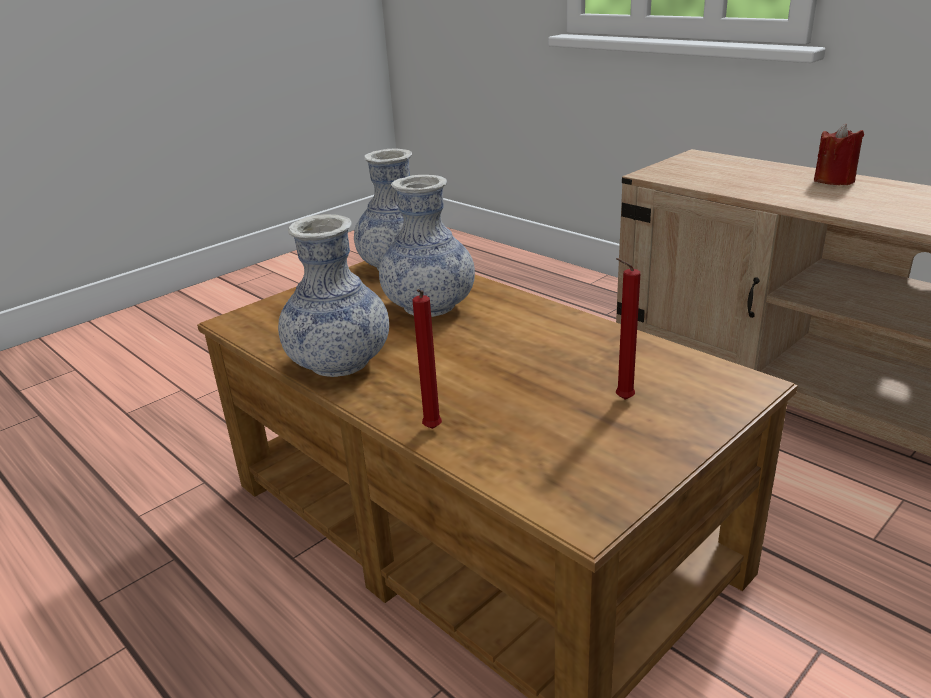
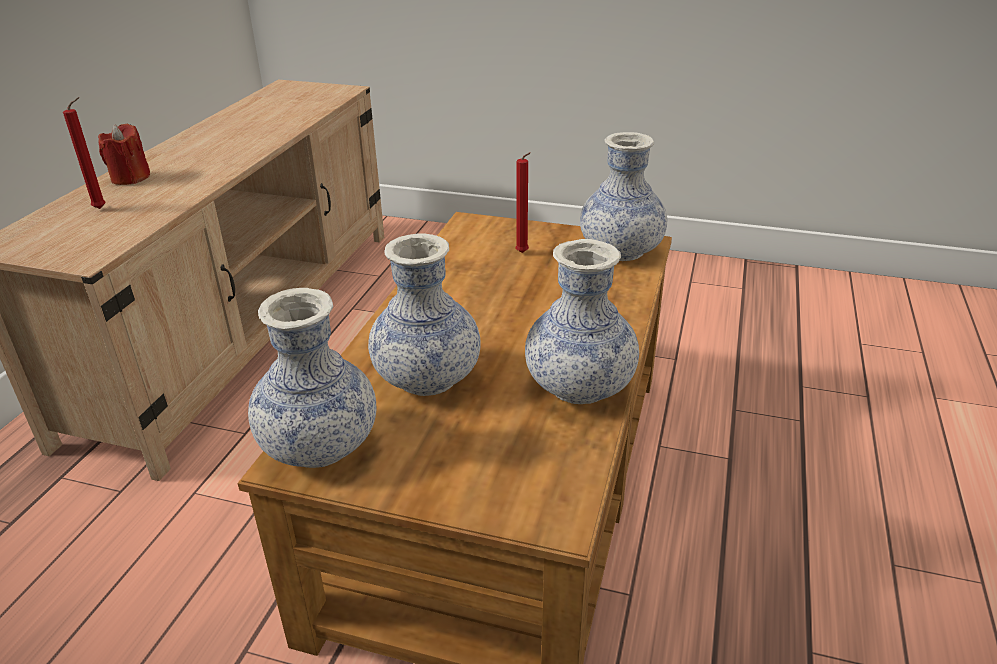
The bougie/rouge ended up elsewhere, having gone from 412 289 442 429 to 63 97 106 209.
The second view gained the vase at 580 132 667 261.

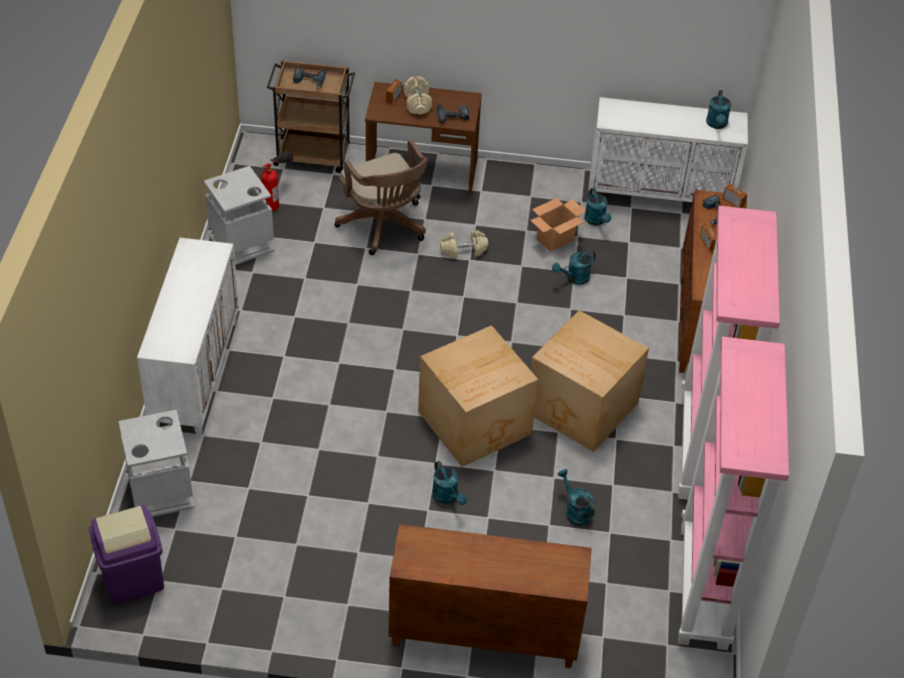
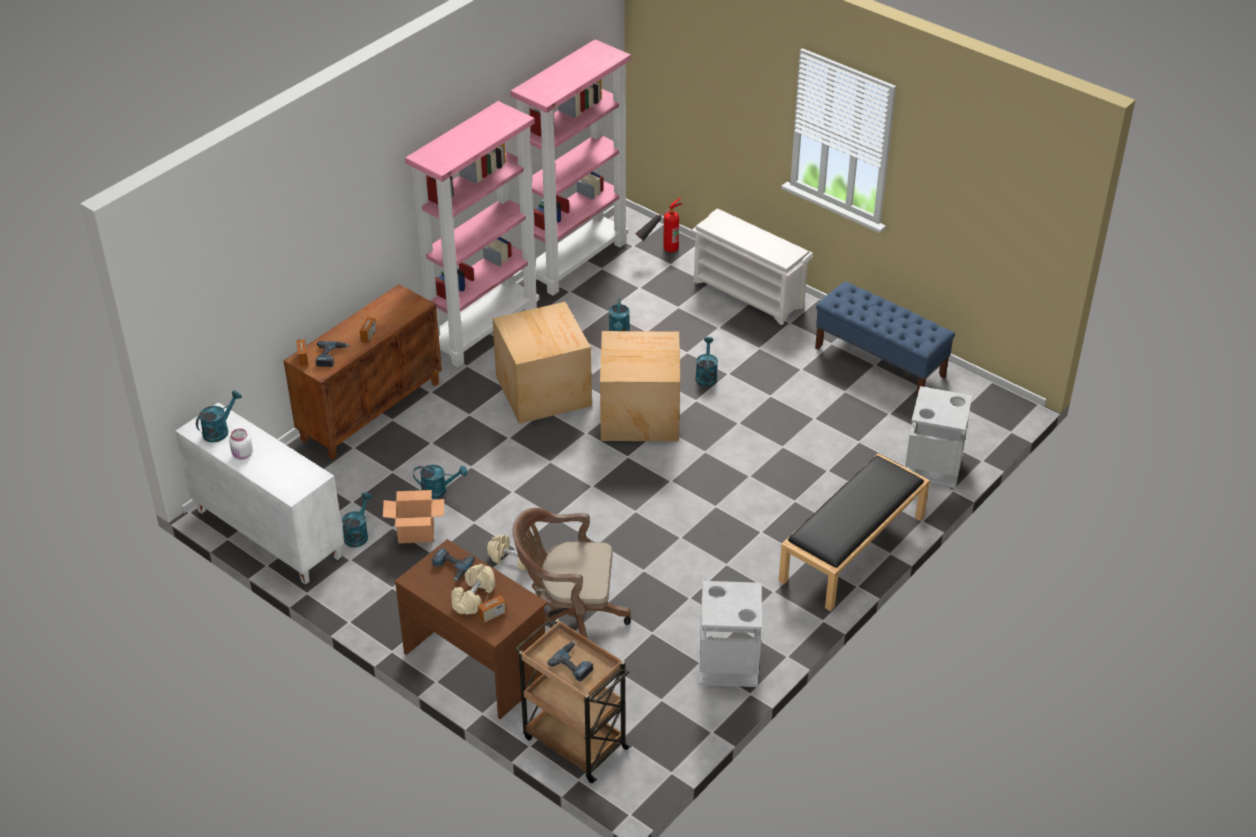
The second view gained the bocal/blanc at 229 428 253 459.
The chaise de bureau/marron at 334 140 428 255 ended up facing another way, 90 degrees counterclockwise from before.
The extincteur ended up elsewhere, having gone from 261 150 293 211 to 636 197 682 253.
Where the meuble de rangement/marron stood at 389 524 592 668, the étagère à chaussures/blanc came to stand at 692 208 813 325.
Where the meuble de rangement/blanc stood at 137 238 239 437, the banc/noir came to stand at 778 453 930 611.
The second view gained the banc/bleu at 815 281 955 396.
The second view lost the poubelle/violet at 89 505 164 604.

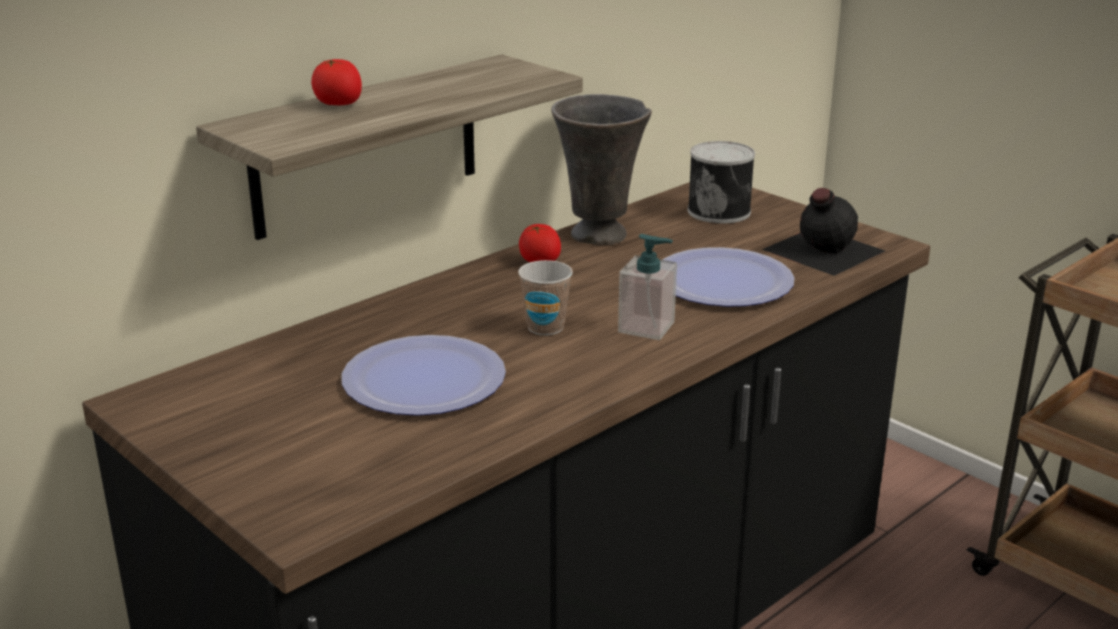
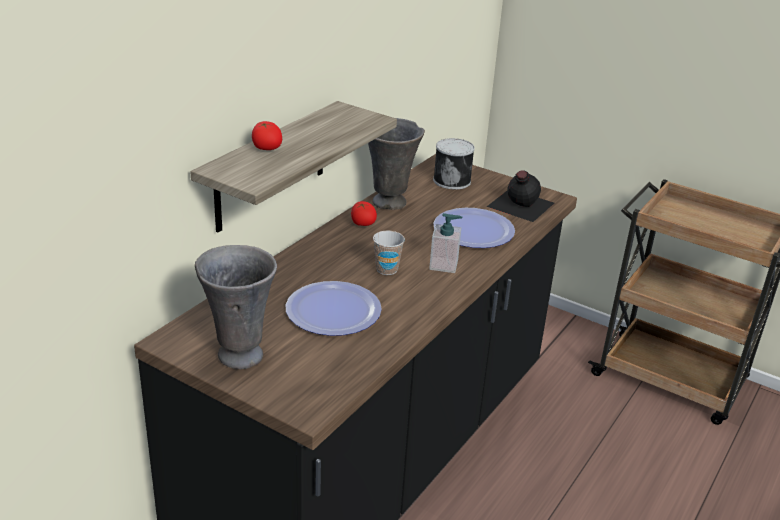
The second view gained the vase/gris at 195 245 277 369.

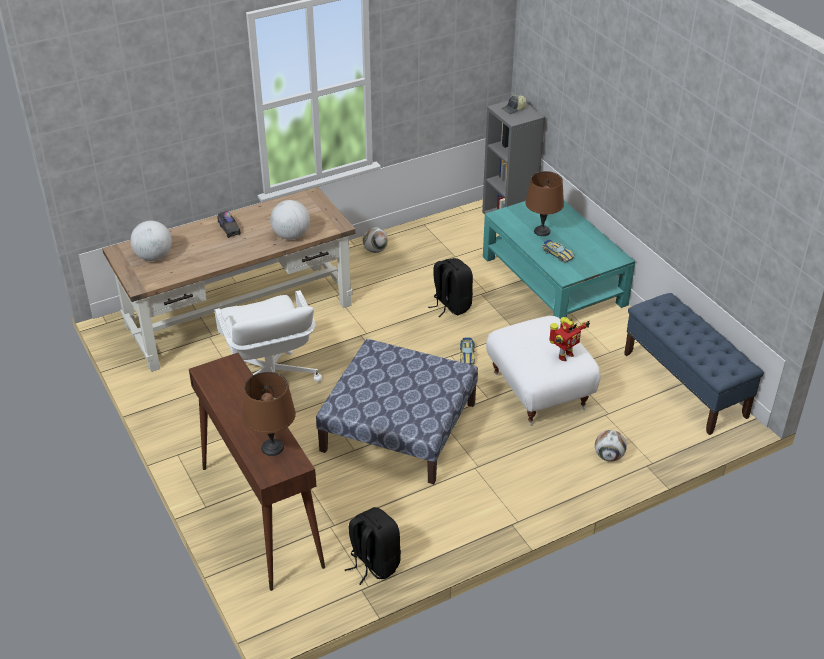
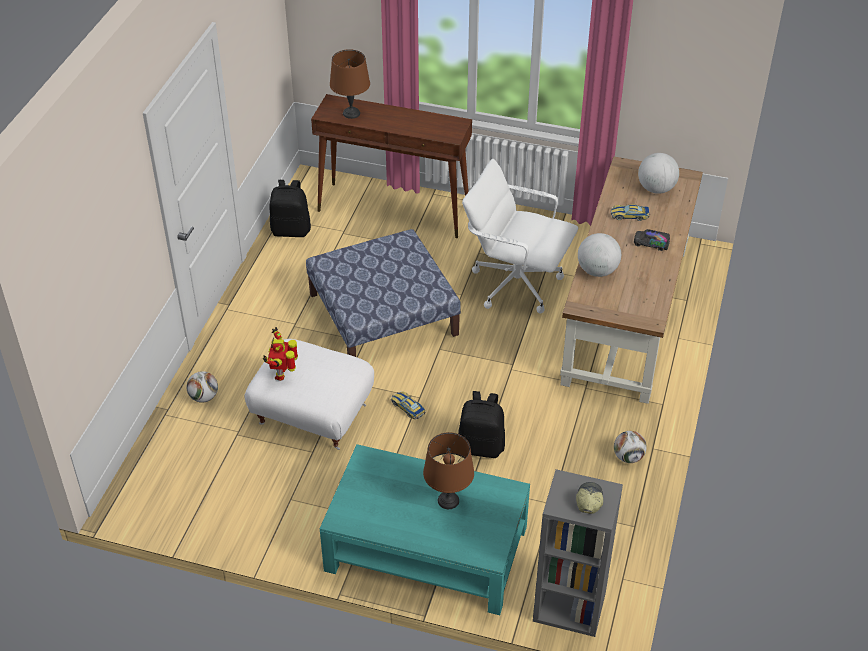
The petite voiture ended up elsewhere, having gone from 542 239 574 263 to 611 204 649 221.
The second view lost the banc/bleu at 624 293 764 435.

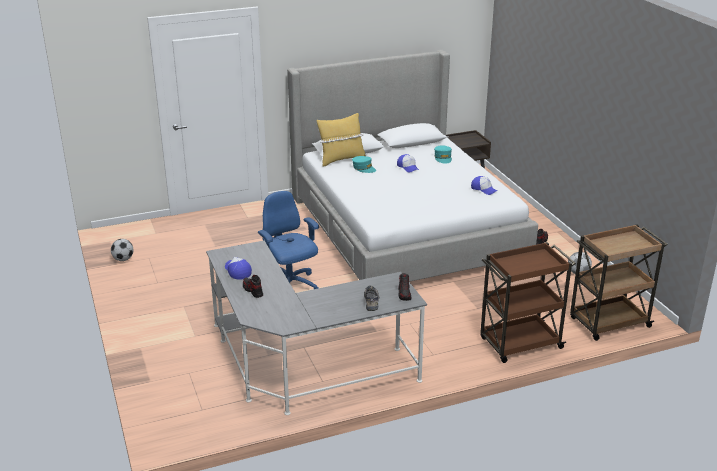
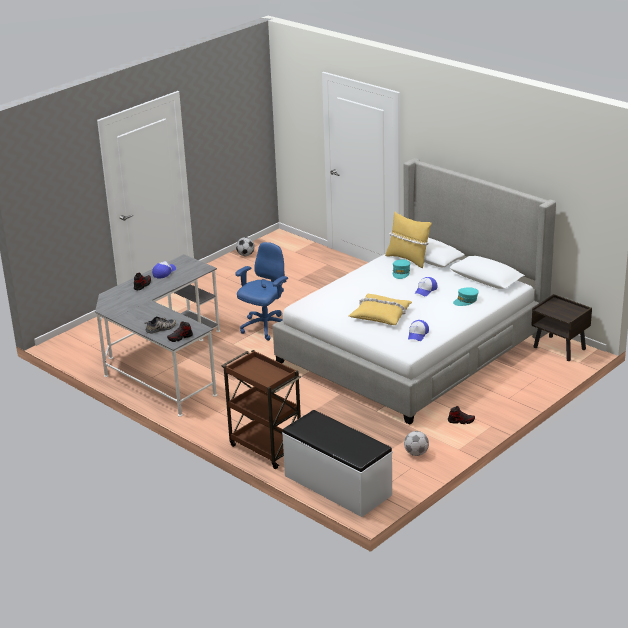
Where the chariot/marron stood at 570 224 668 341, the banc/blanc came to stand at 282 410 393 517.
The second view gained the coussin/jaune at 349 294 412 325.

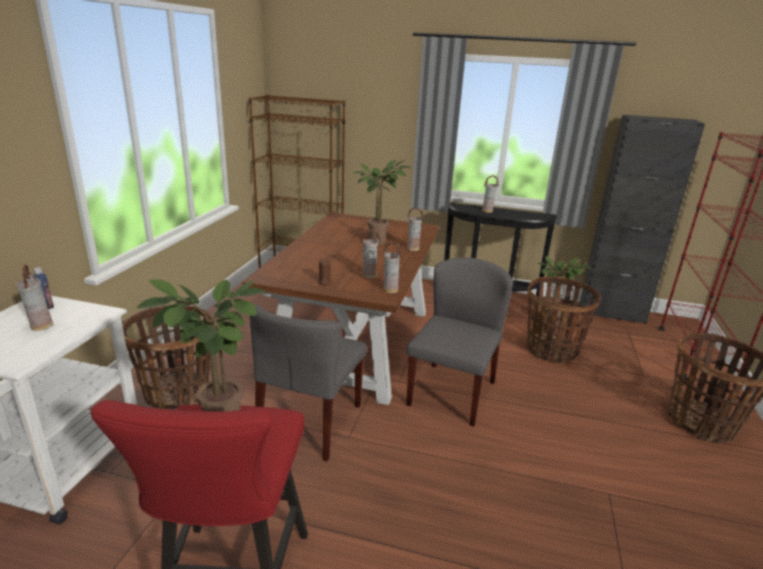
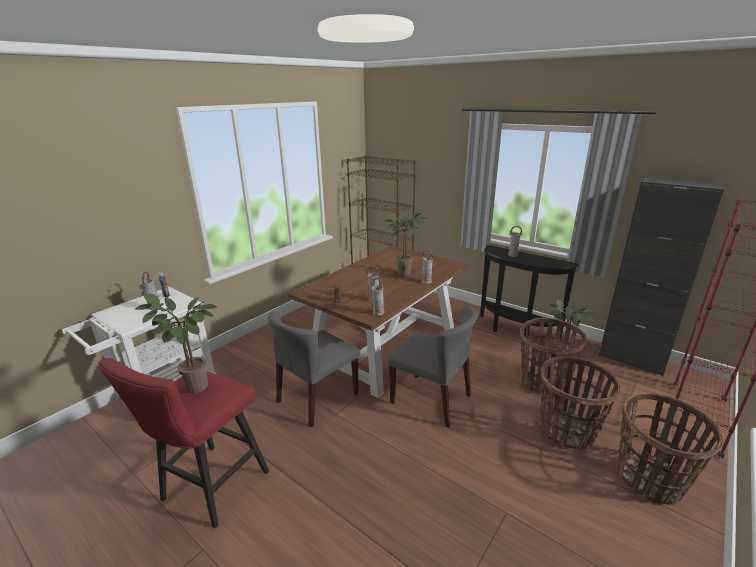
The chaise/gris at 406 257 513 427 ended up facing another way, 75 degrees clockwise from before.
The panier ended up elsewhere, having gone from 123 306 212 409 to 540 357 621 450.

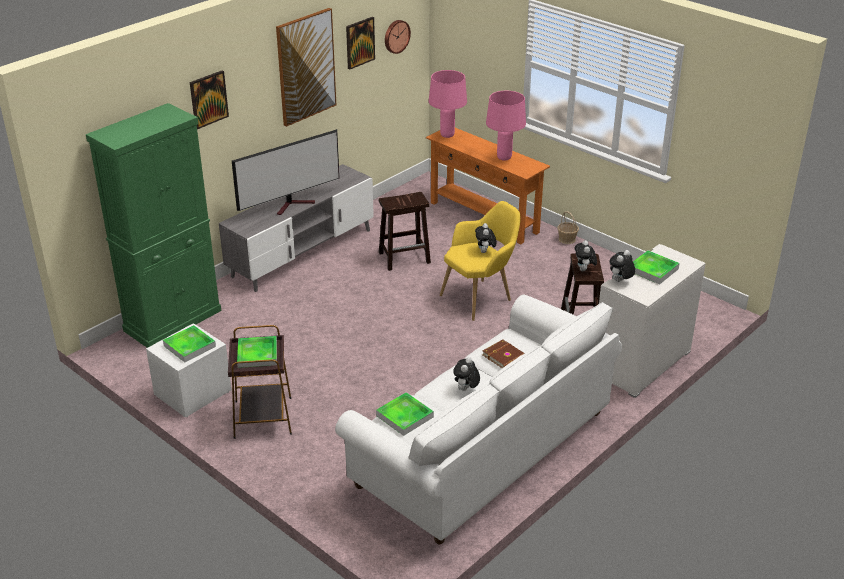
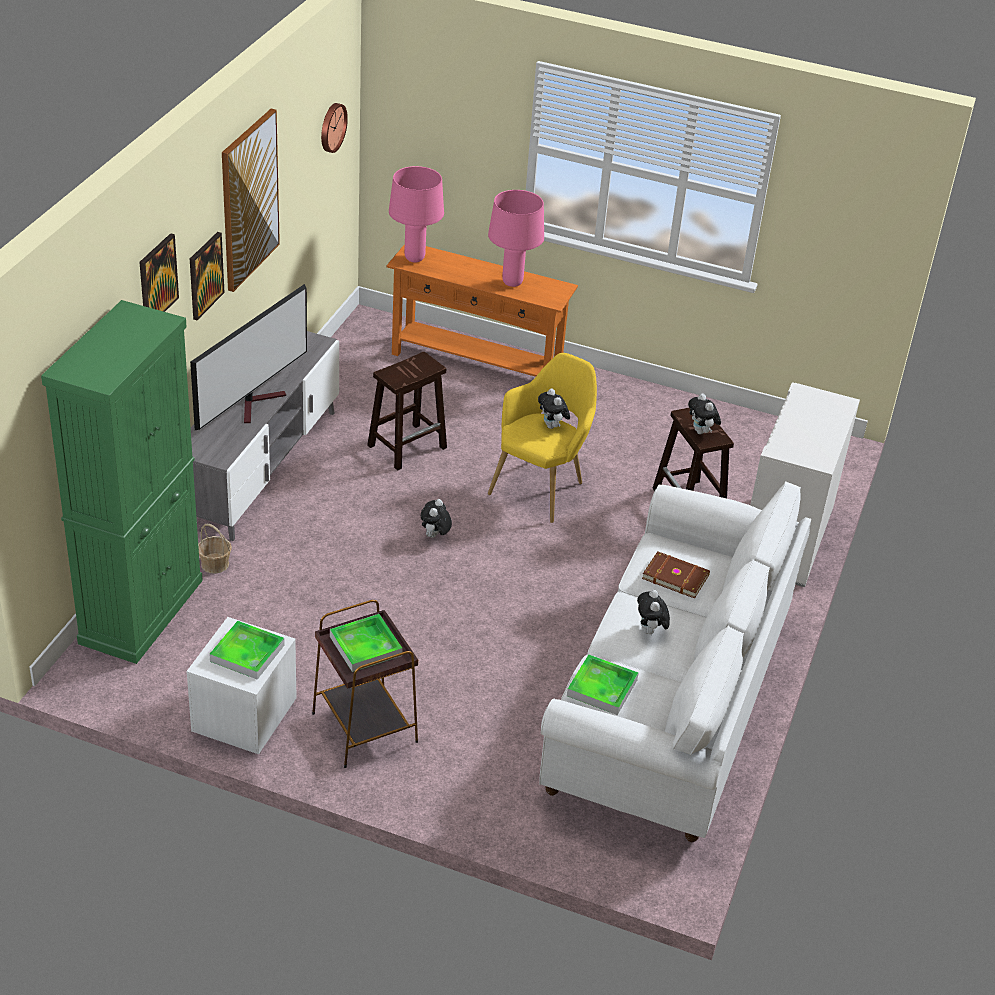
The tableau ended up elsewhere, having gone from 346 17 375 70 to 190 232 225 320.
The panier ended up elsewhere, having gone from 557 211 579 244 to 198 524 232 574.
The peluche ended up elsewhere, having gone from 609 250 635 282 to 421 499 452 538.
The second view lost the plateau at 633 250 680 284.

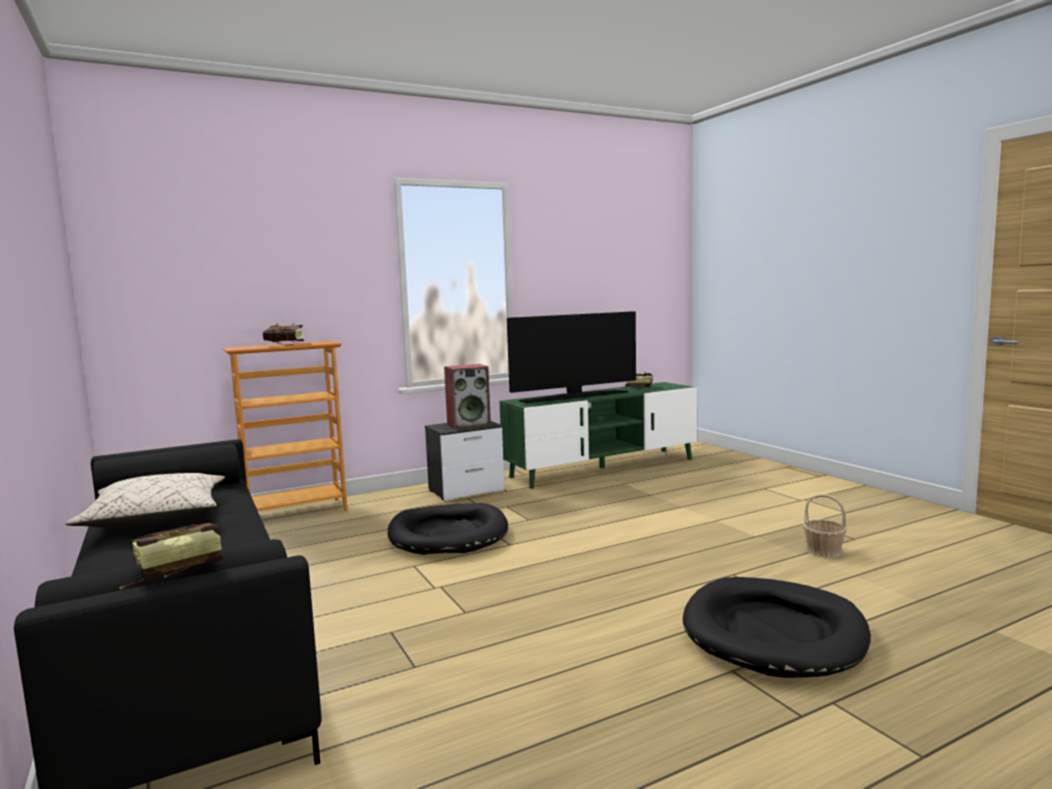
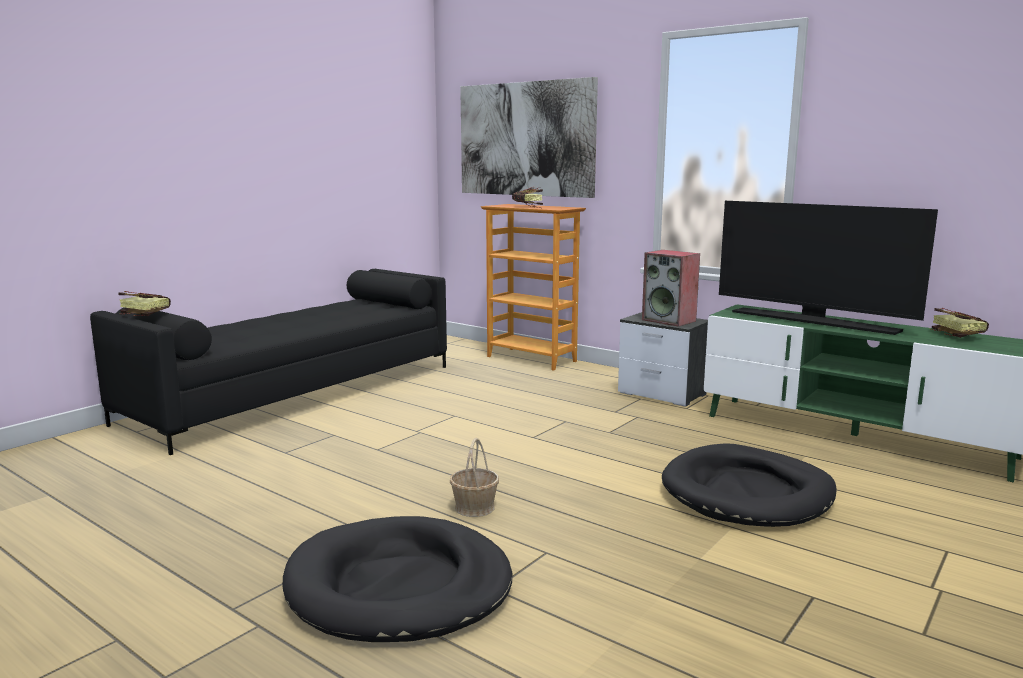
The panier ended up elsewhere, having gone from 803 494 847 558 to 450 438 499 517.
The second view gained the tableau at 460 77 598 198.
The panier pour chien/noir ended up elsewhere, having gone from 388 503 508 555 to 662 443 837 527.
The second view lost the coussin/beige at 65 473 225 528.

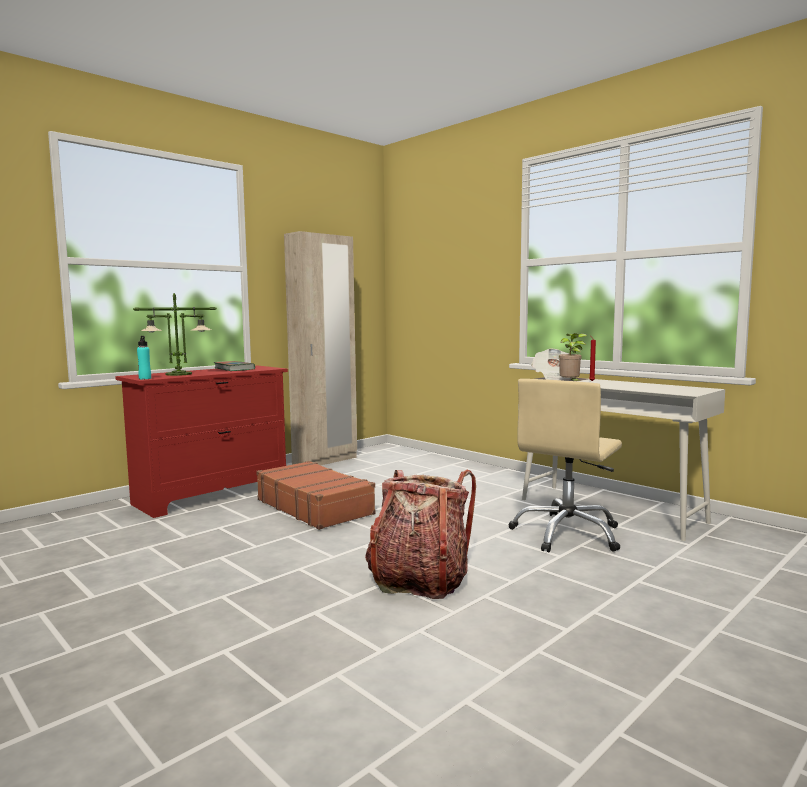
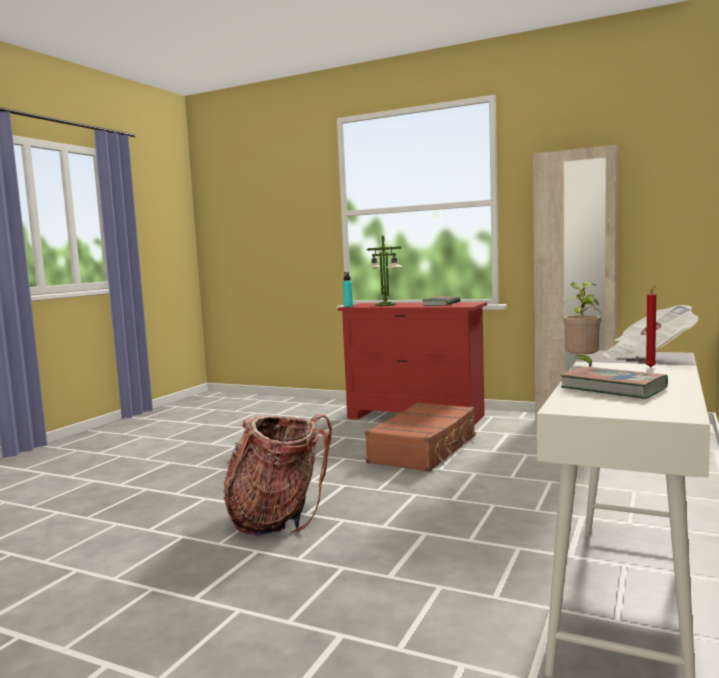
The second view gained the livre at 560 367 668 399.
The second view lost the chaise de bureau/beige at 508 379 622 552.

